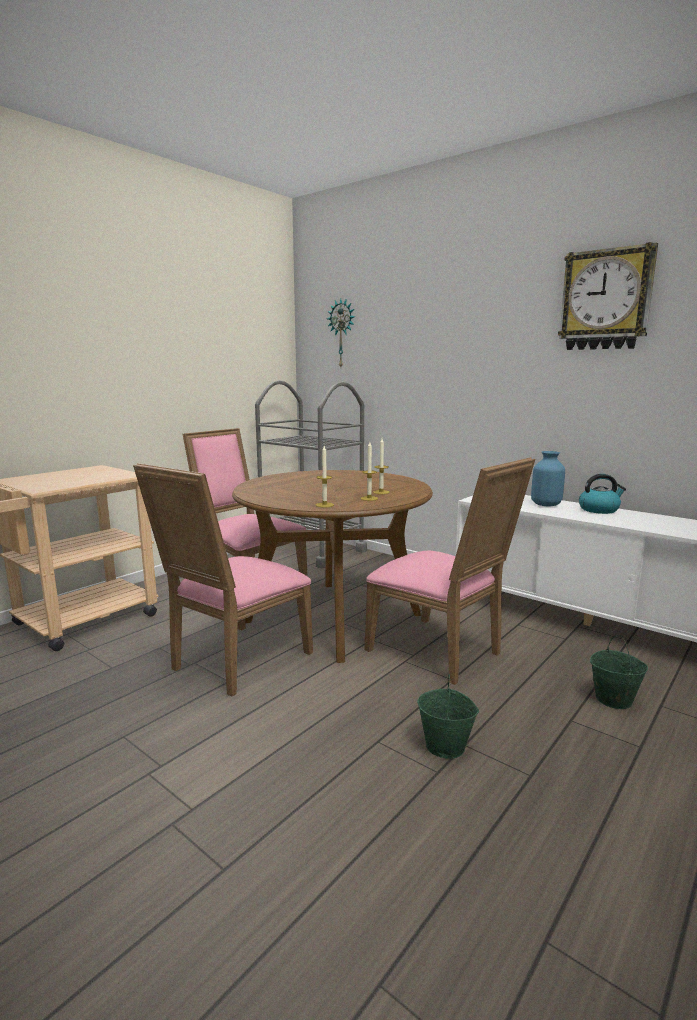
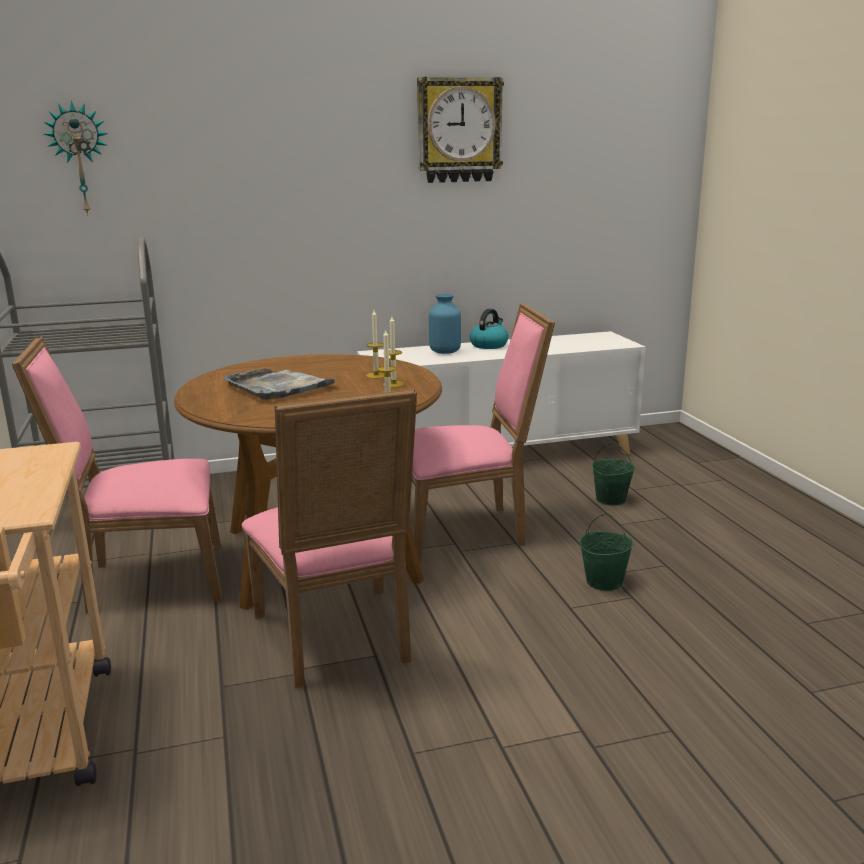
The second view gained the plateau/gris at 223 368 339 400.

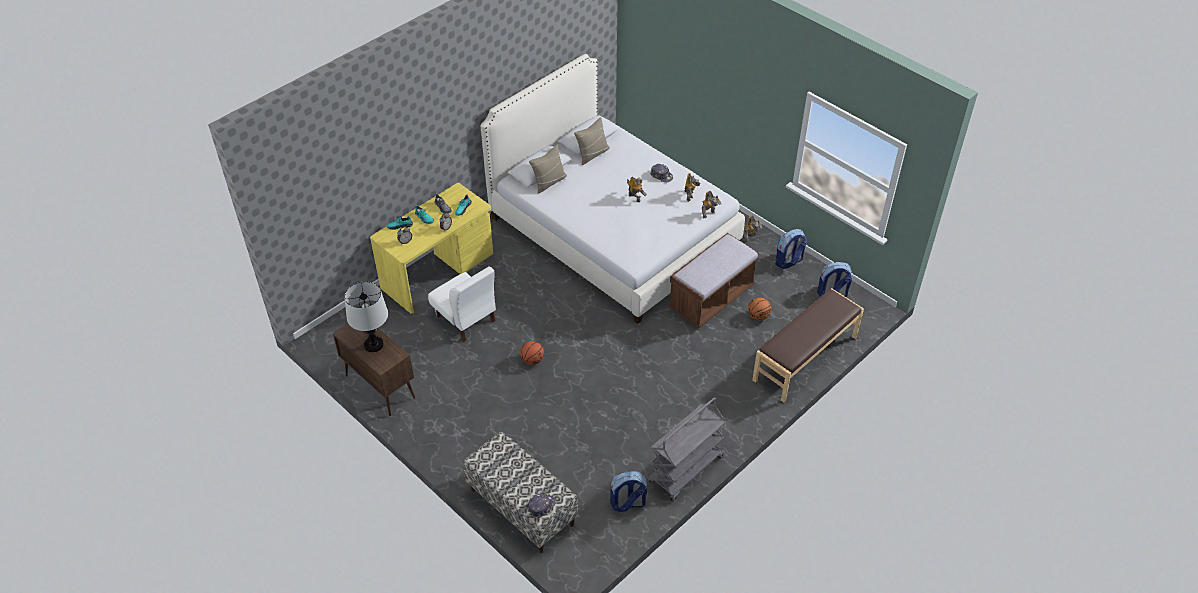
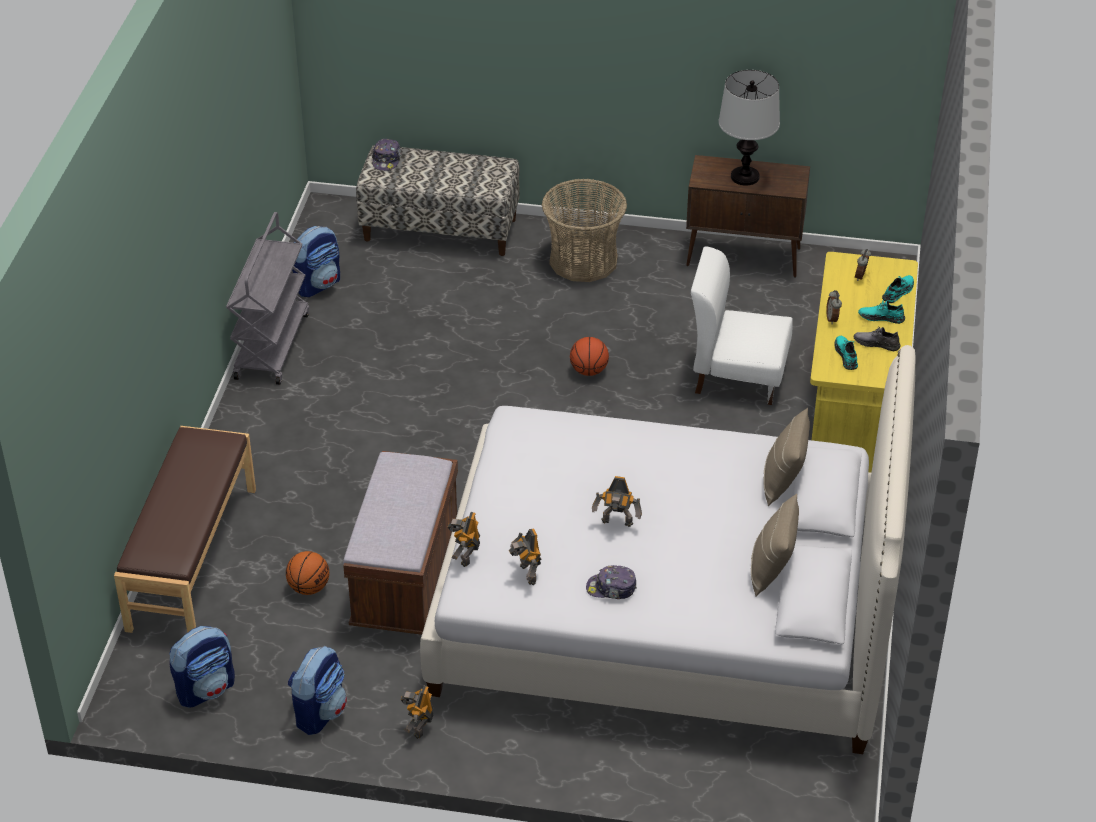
The second view gained the panier at 542 179 627 282.

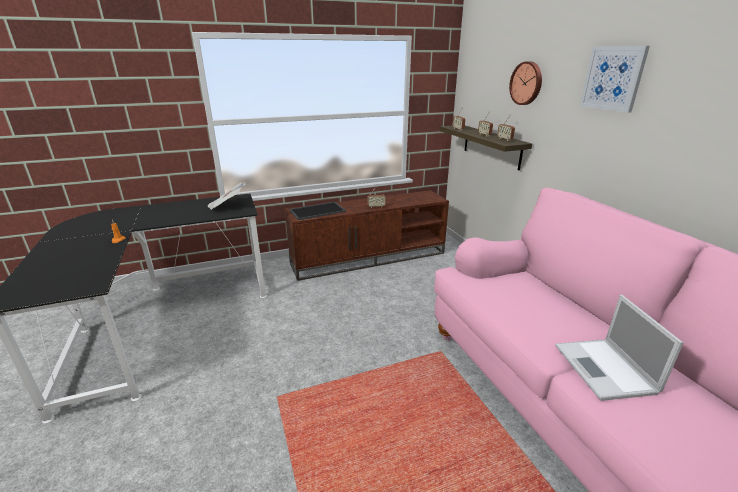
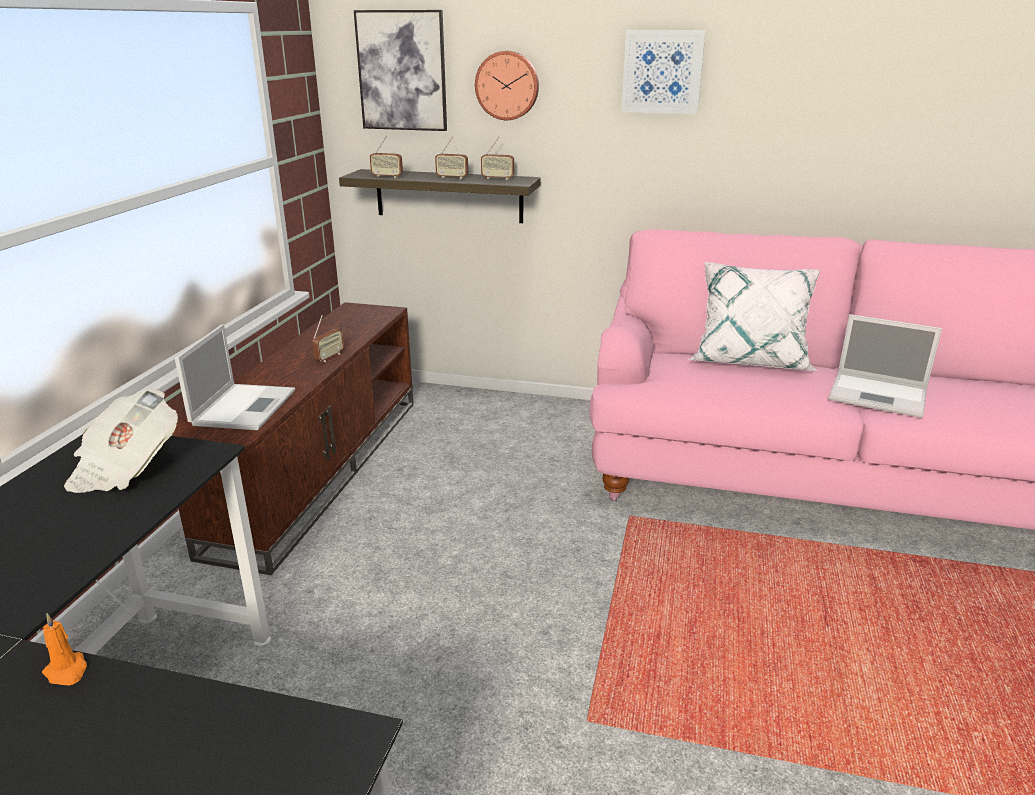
Where the plateau stood at 289 202 346 220, the ordinateur portable came to stand at 175 324 295 430.
The second view gained the tableau at 354 10 447 131.
The second view gained the coussin/blanc at 688 262 820 371.

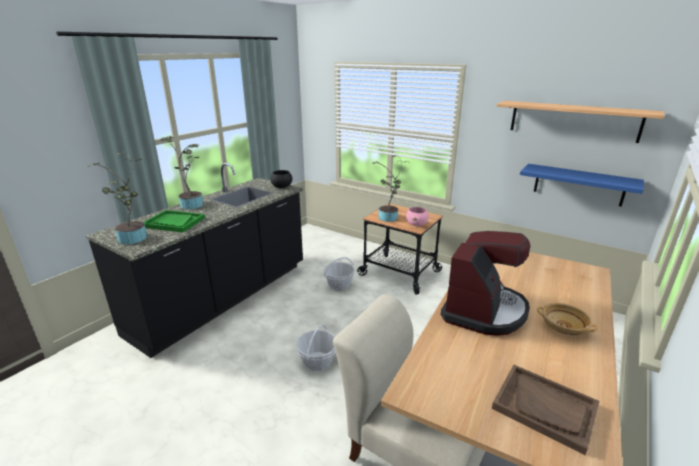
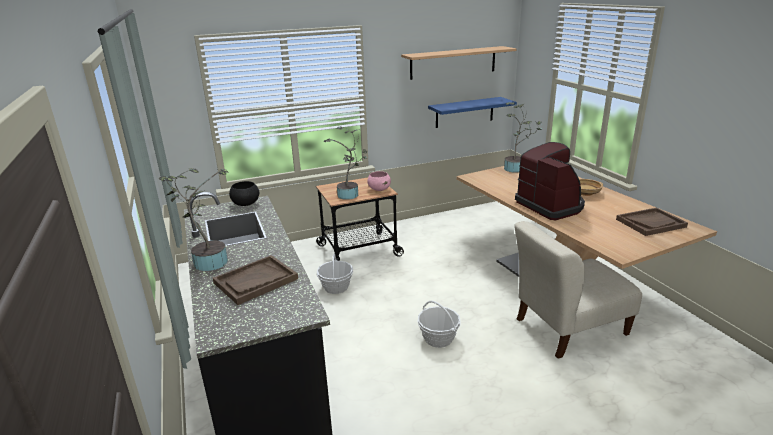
What was the plateau/vert at 143 210 205 233 turned into the plateau/marron at 213 255 298 305.
The plante en pot ended up elsewhere, having gone from 88 151 147 245 to 504 102 543 173.

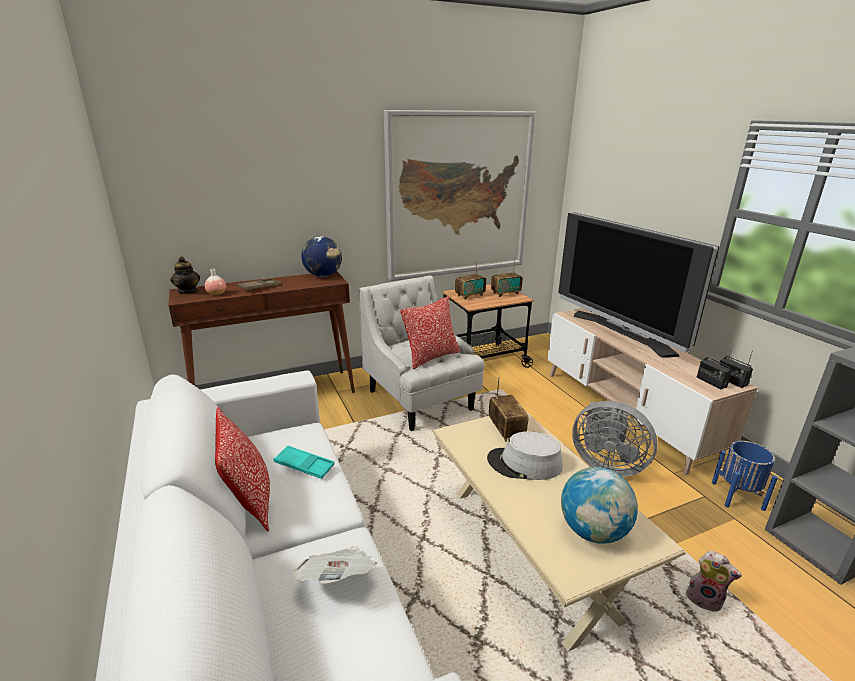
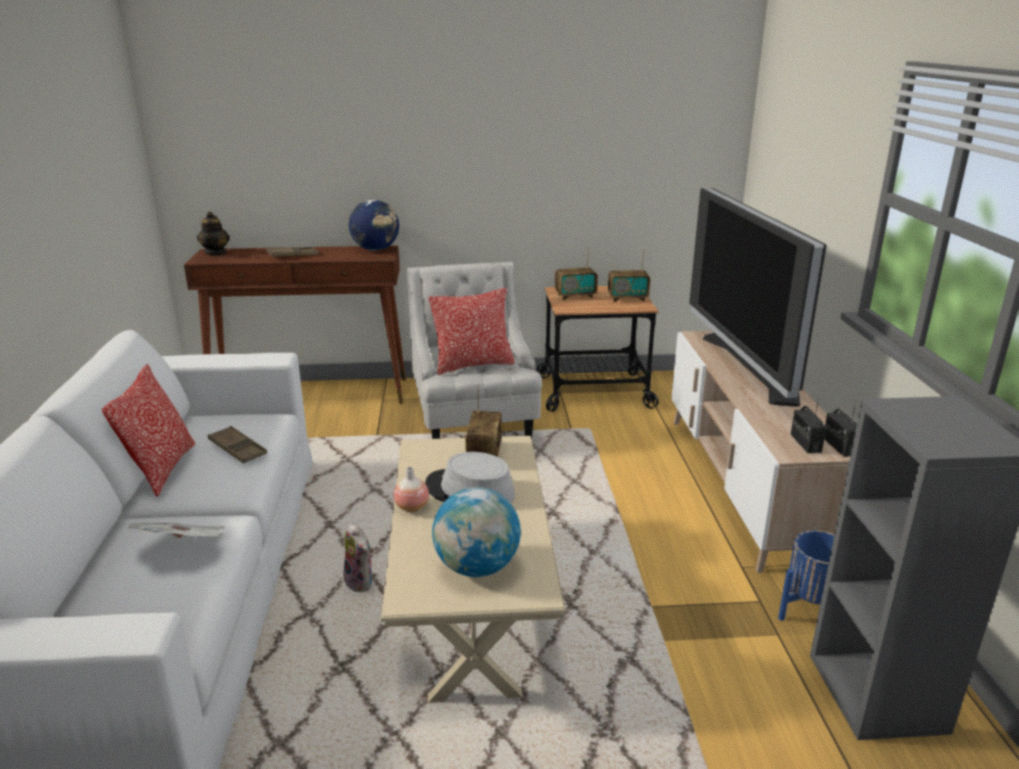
What was the plateau/turquoise at 274 445 334 479 turned into the plateau/marron at 208 426 267 463.
The peluche ended up elsewhere, having gone from 686 551 742 612 to 343 522 373 592.
The vase ended up elsewhere, having gone from 205 269 226 296 to 394 467 429 512.
The second view lost the tableau at 384 110 536 281.
The second view lost the ventilateur/gris at 572 401 657 477.

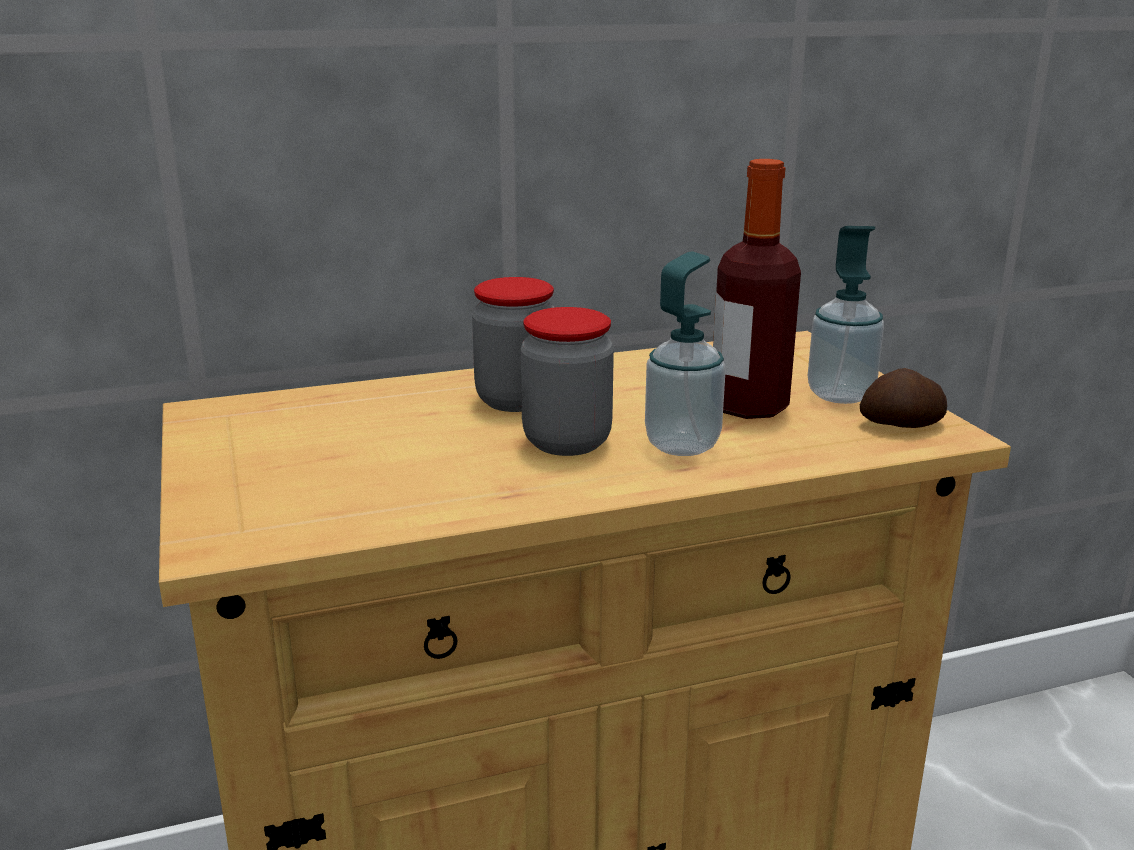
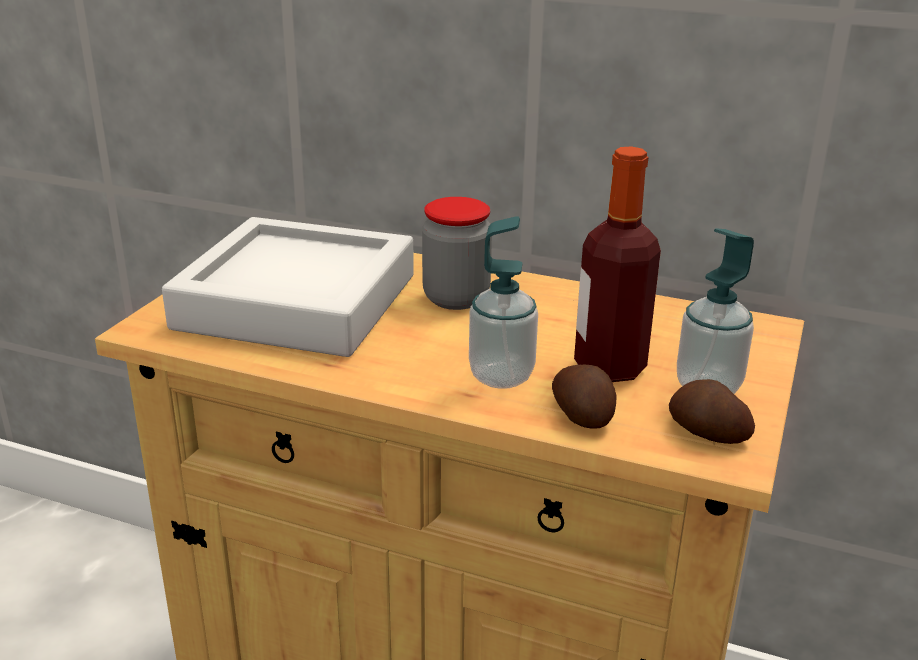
The second view gained the plateau/gris at 162 217 414 357.
The second view gained the pomme de terre at 552 365 617 429.
The second view lost the bocal at 521 307 614 456.

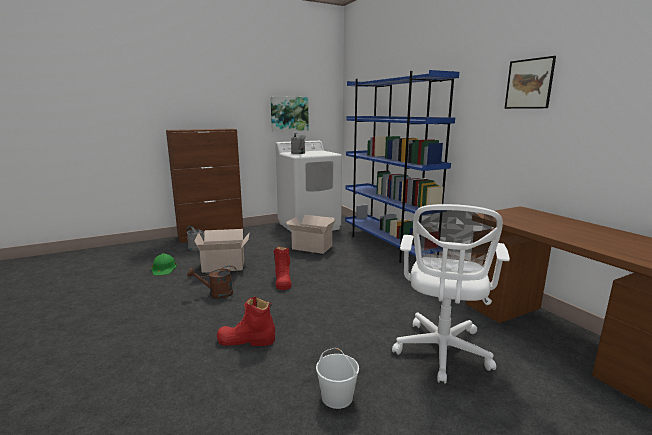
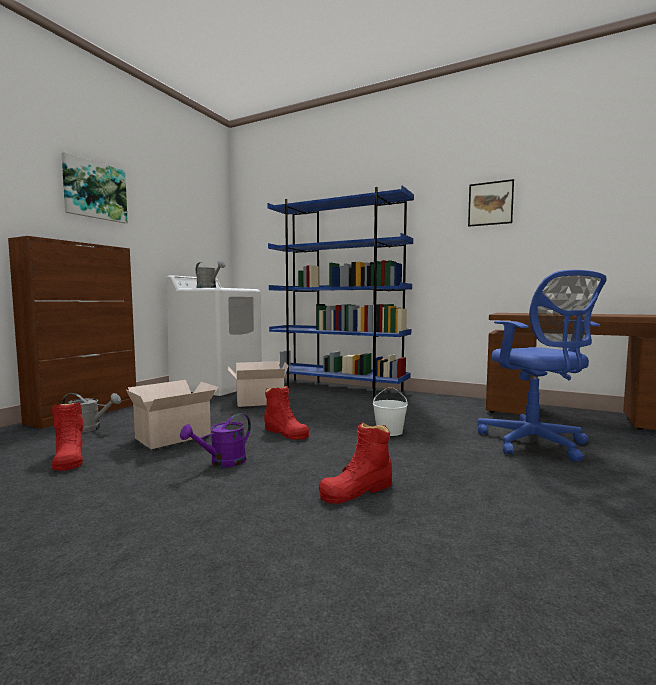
Where the casque de chantier/vert stood at 151 253 177 275, the botte/rouge came to stand at 52 402 83 471.
The tableau ended up elsewhere, having gone from 270 96 309 132 to 62 152 128 223.
What was the arrosoir/marron at 187 265 238 299 turned into the arrosoir/violet at 180 413 251 467.
The seau/blanc ended up elsewhere, having gone from 316 348 359 409 to 373 387 408 436.
What was the chaise de bureau/blanc at 392 204 510 384 turned into the chaise de bureau/bleu at 477 270 607 462.

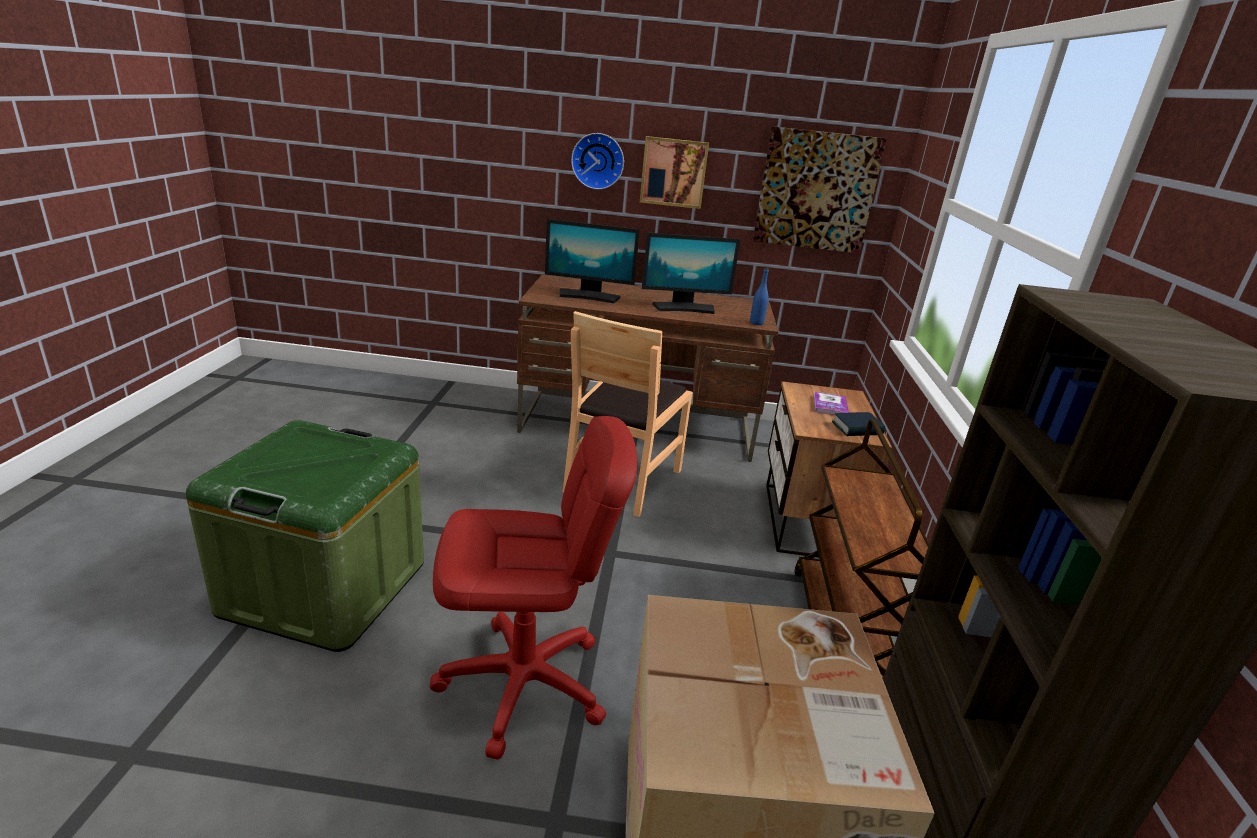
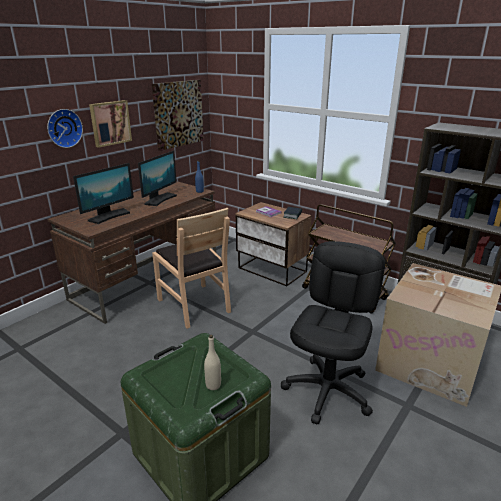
The second view gained the bouteille/beige at 204 335 221 390.
What was the chaise de bureau/rouge at 430 416 637 760 turned into the chaise de bureau/noir at 281 241 385 425.

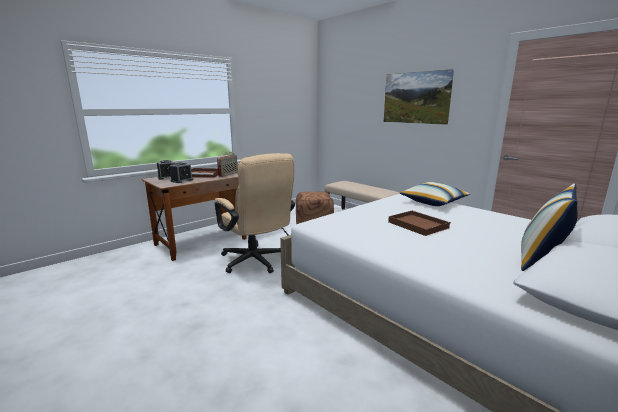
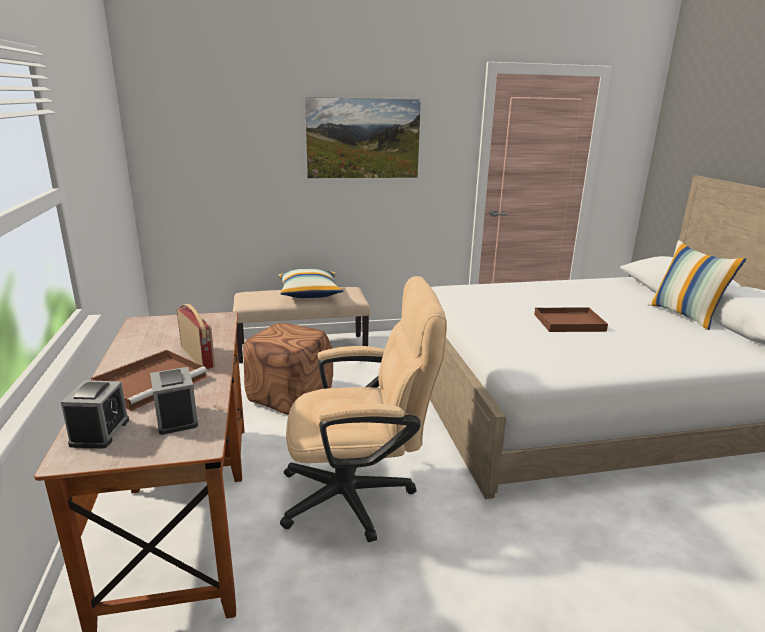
The coussin ended up elsewhere, having gone from 400 182 470 206 to 278 269 343 298.

